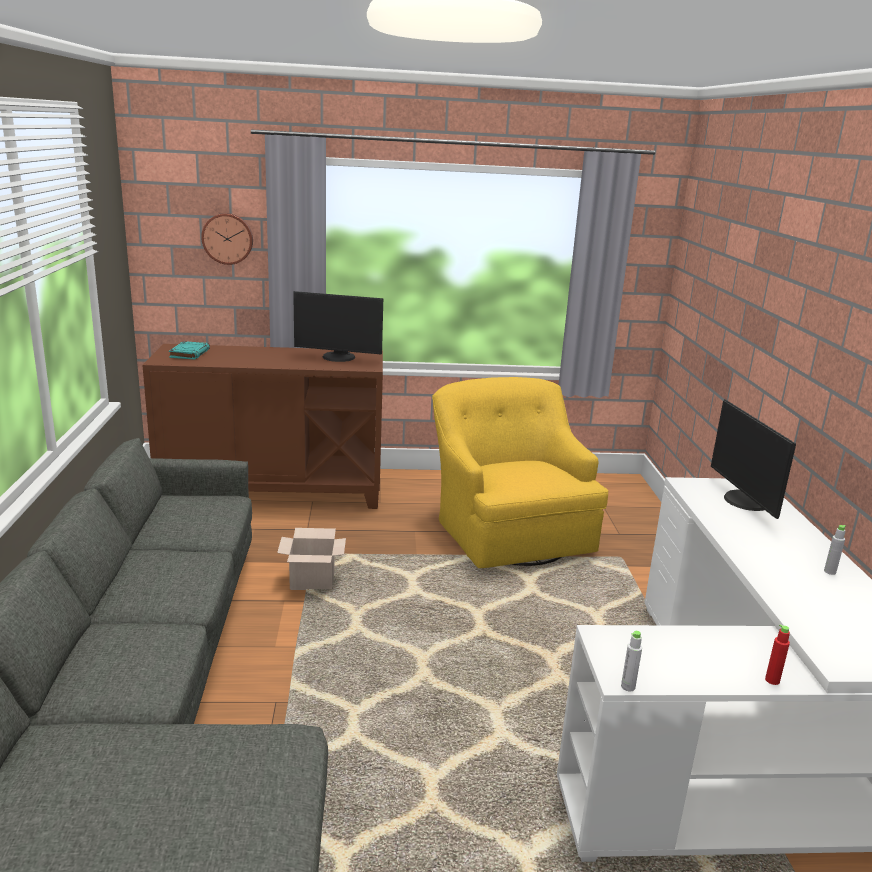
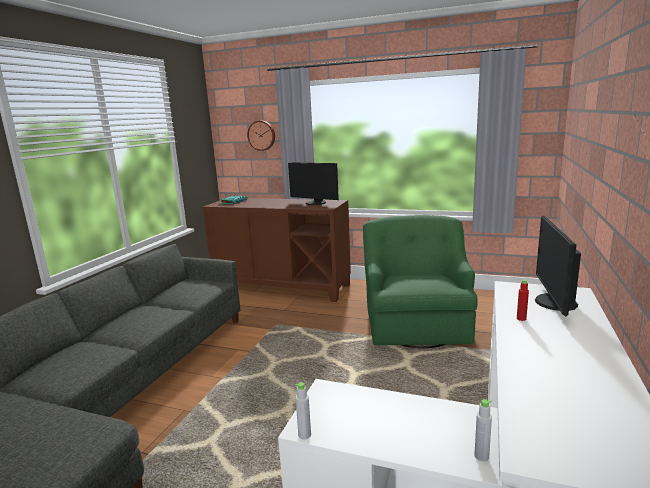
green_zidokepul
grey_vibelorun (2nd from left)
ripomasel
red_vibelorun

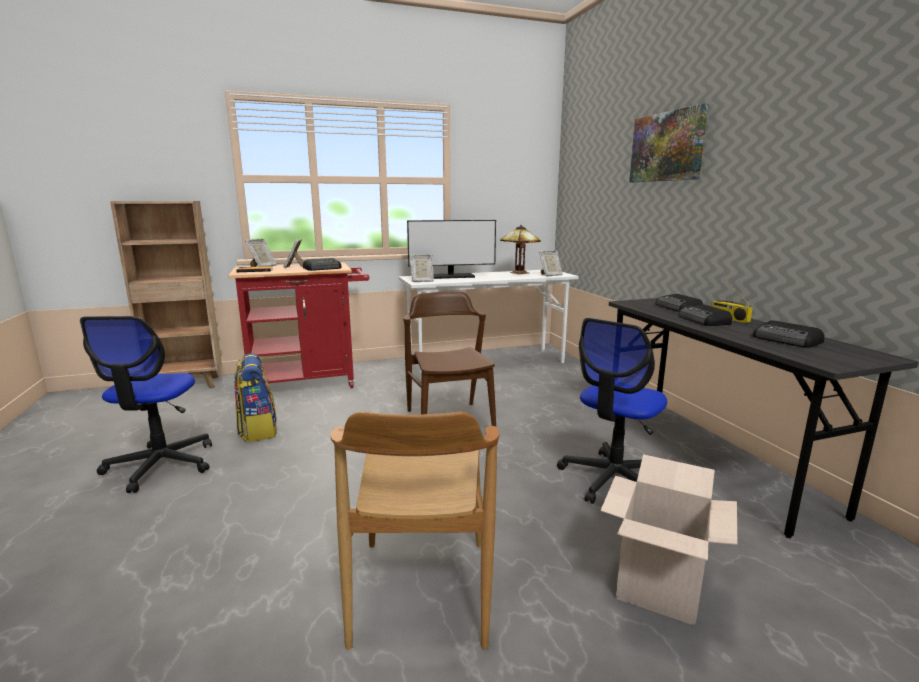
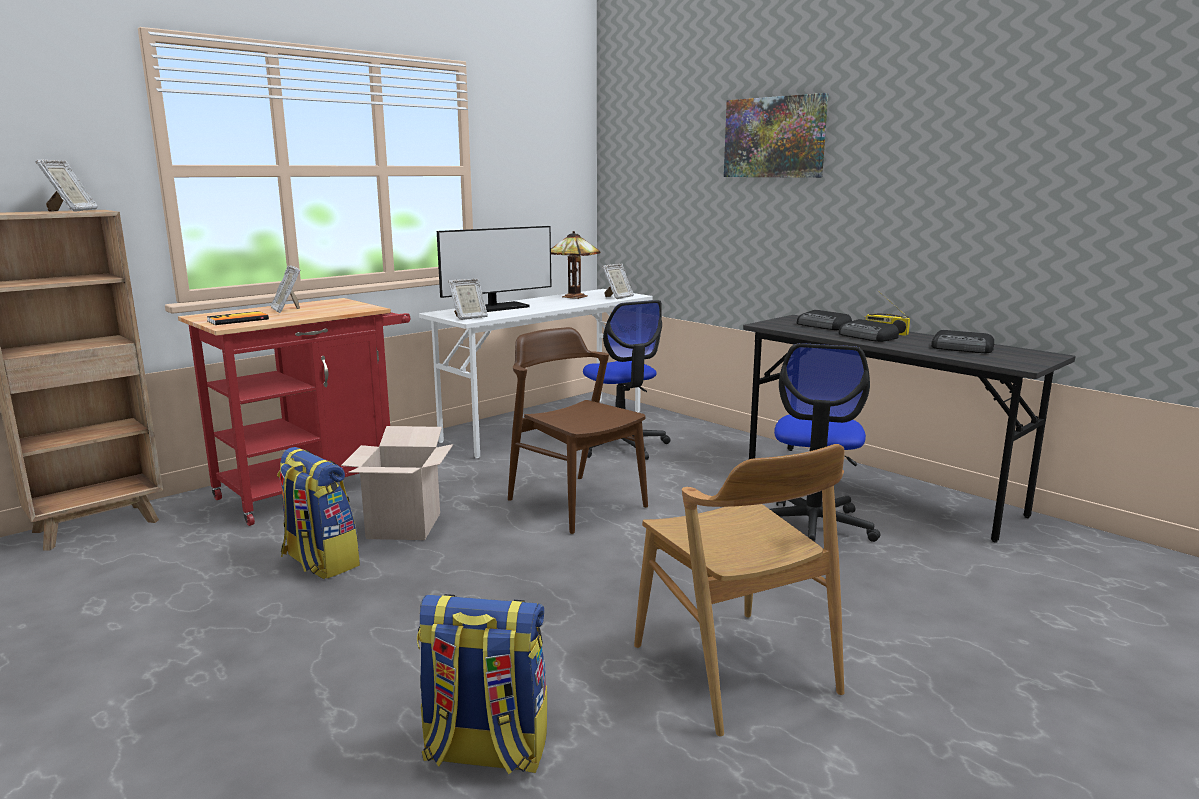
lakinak (1st from left)
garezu (1st from left in the first image)
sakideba (1st from left)
ripomasel
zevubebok (2nd from left)

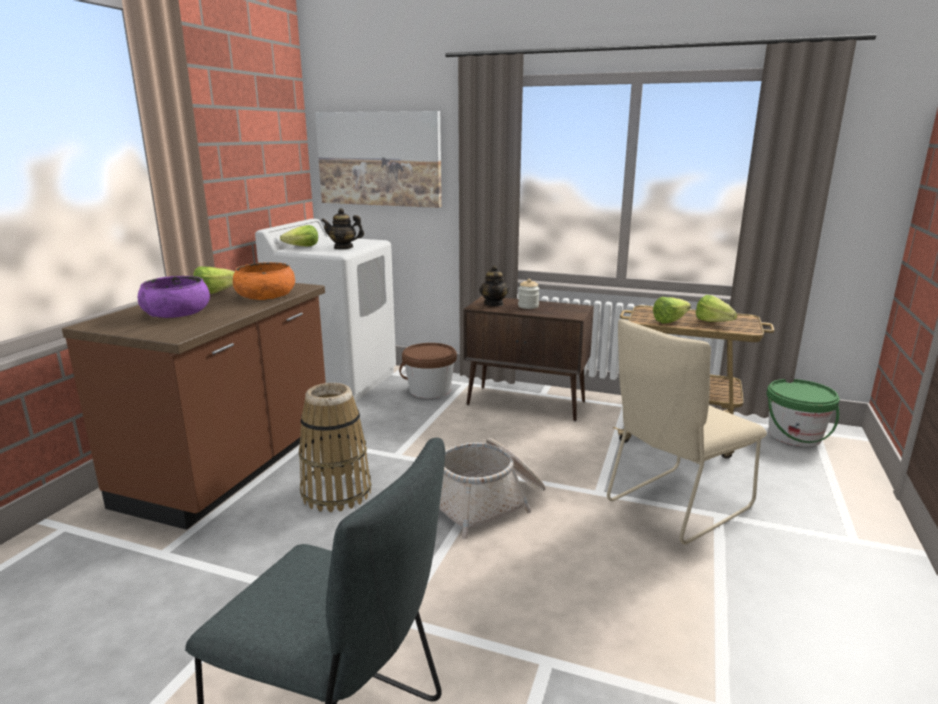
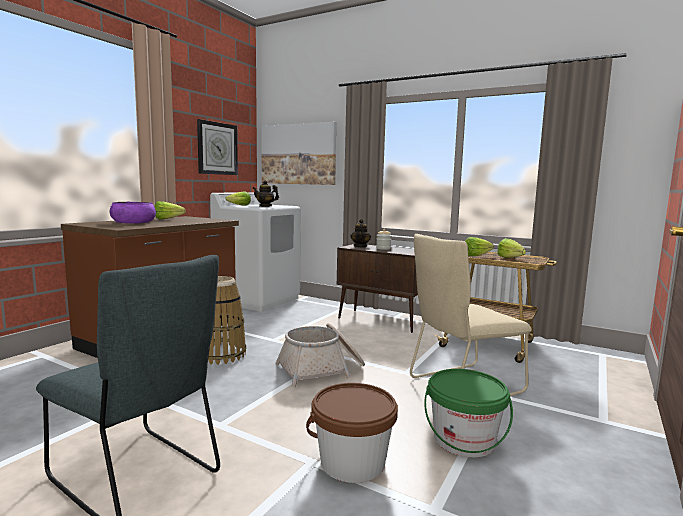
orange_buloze
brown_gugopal
green_gugopal
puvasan

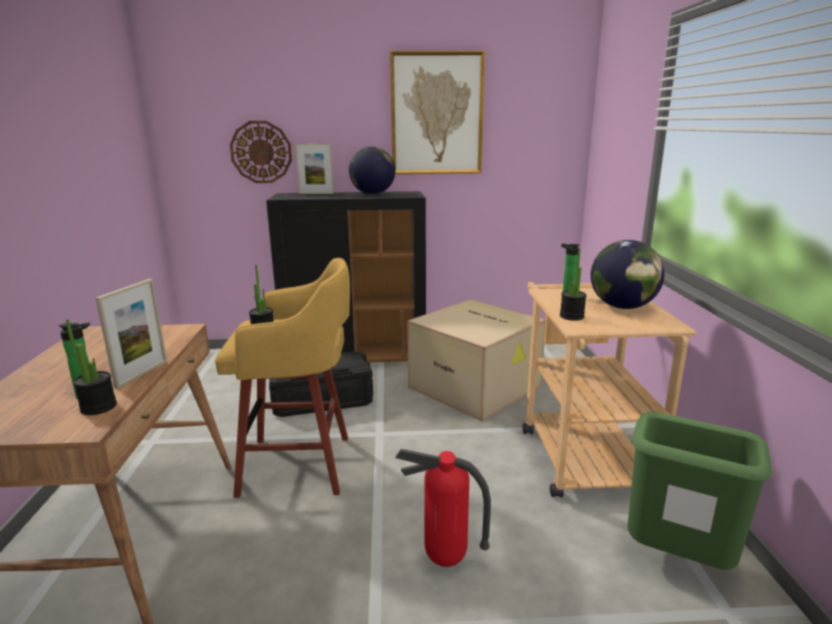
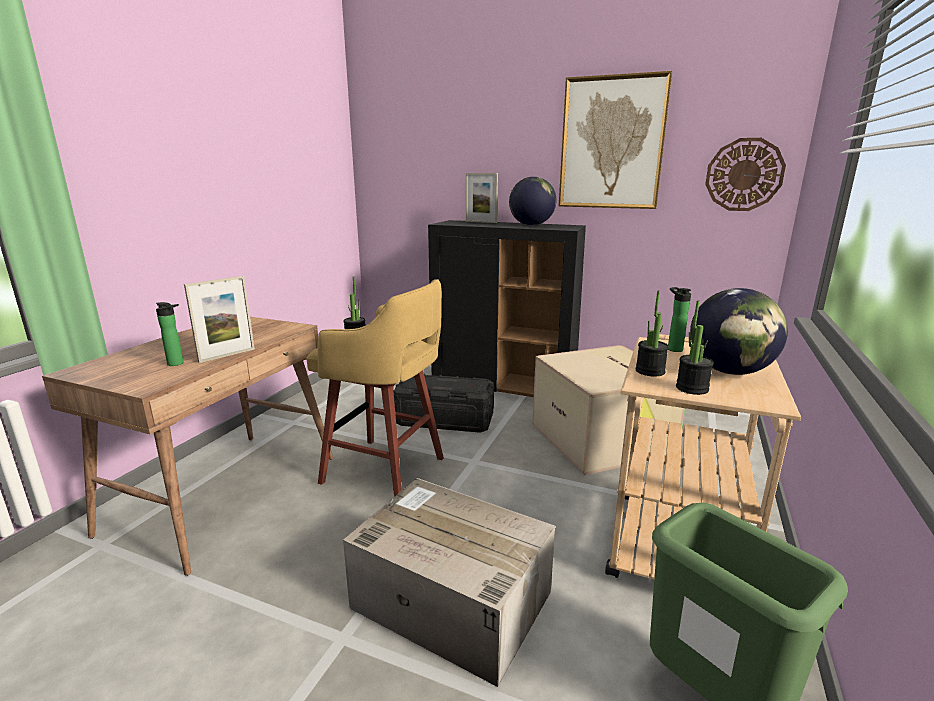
puvasan
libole (3rd from left)
ripomasel (1st from left)

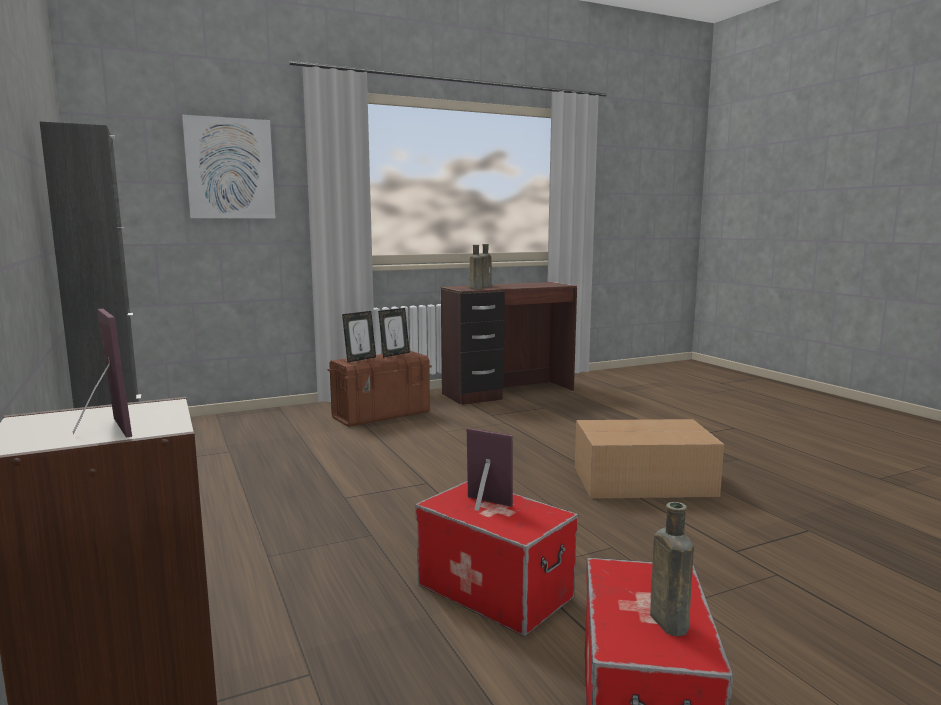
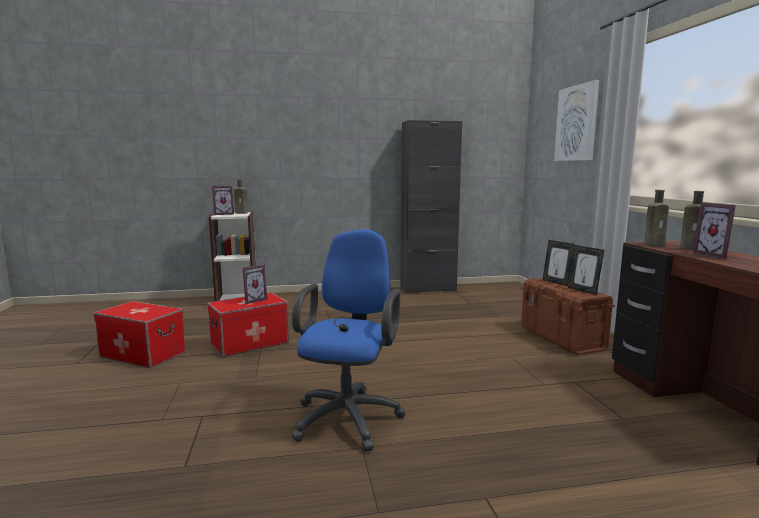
blue_sakideba
brown_vibelorun (1st from left)
lakinak (5th from left)

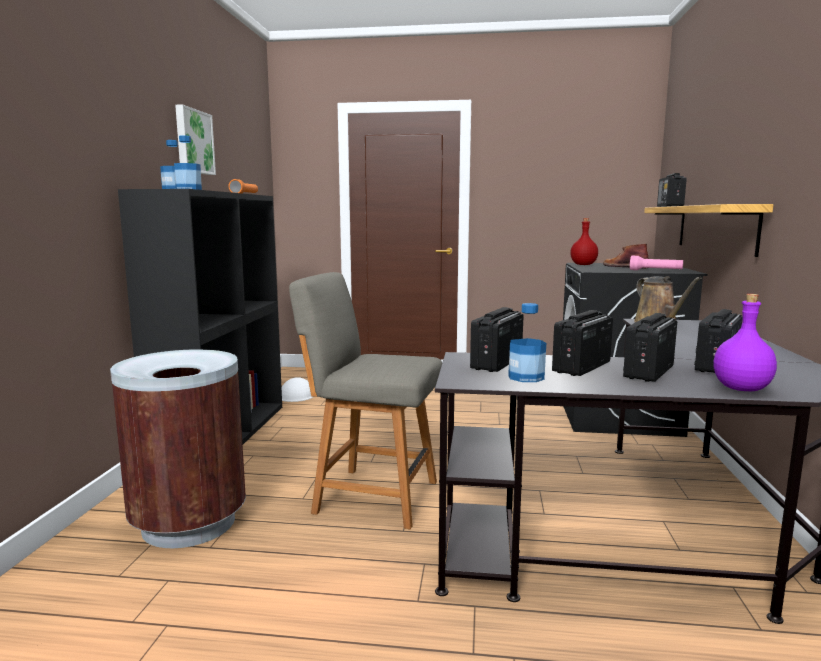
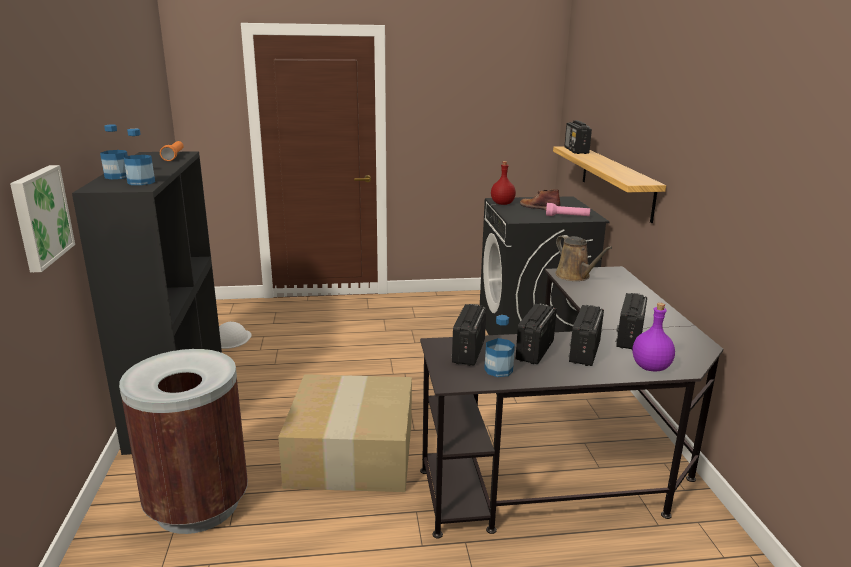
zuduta
ripomasel

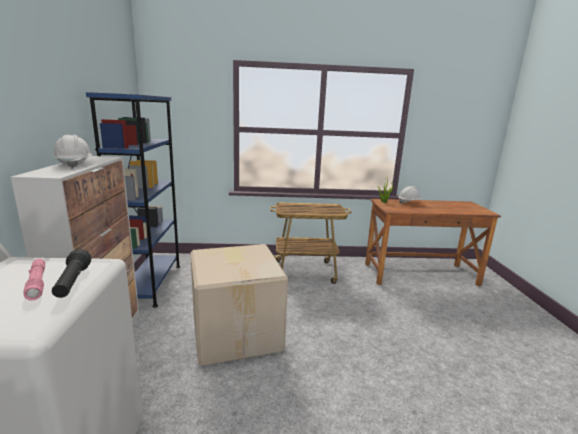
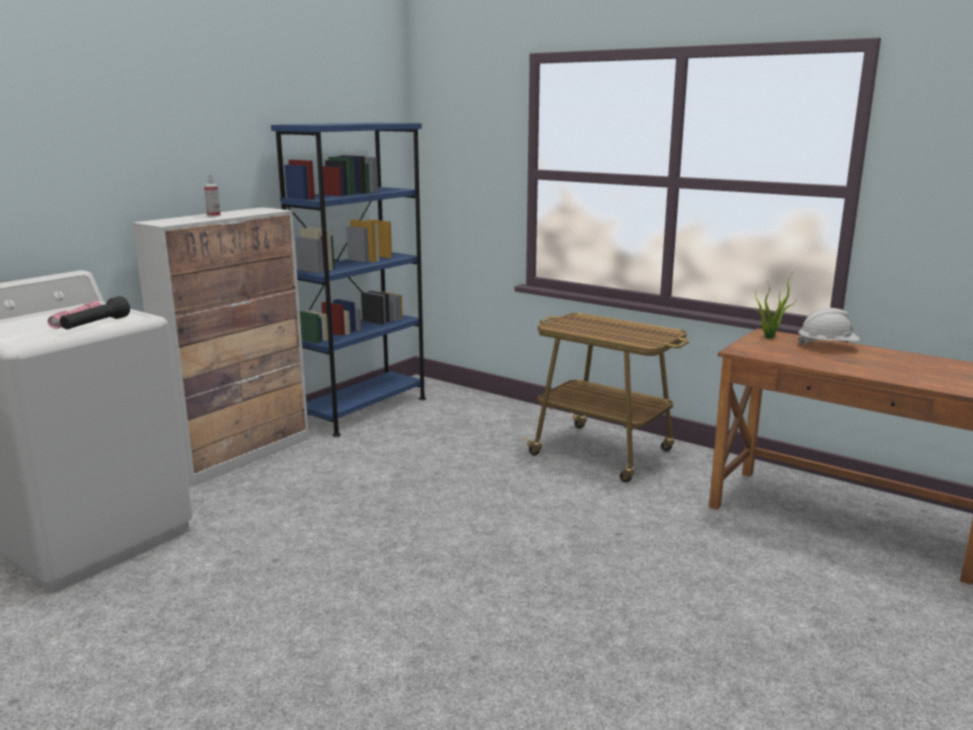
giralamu
ripomasel

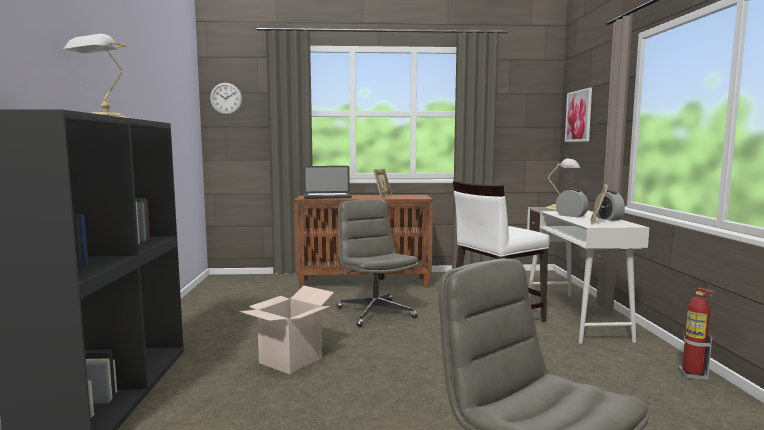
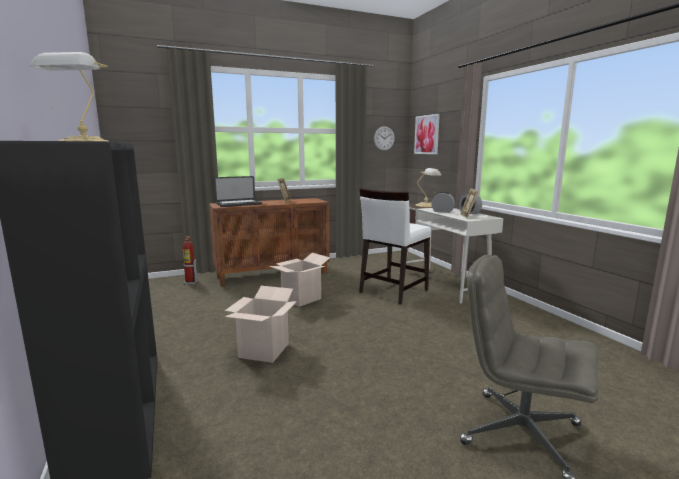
puvasan
ripomasel (2nd from left)
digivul

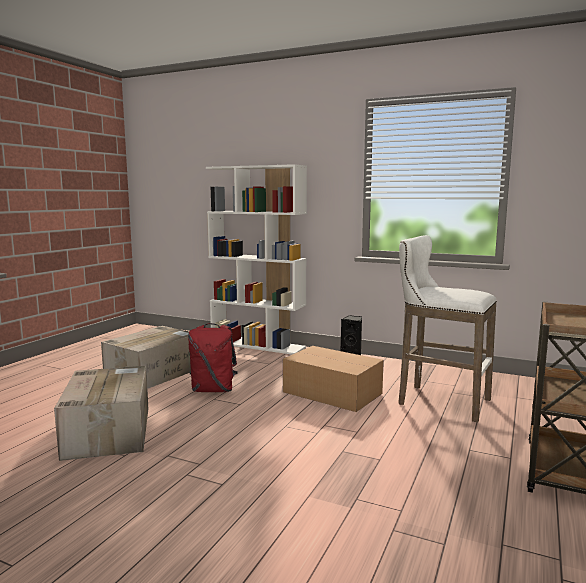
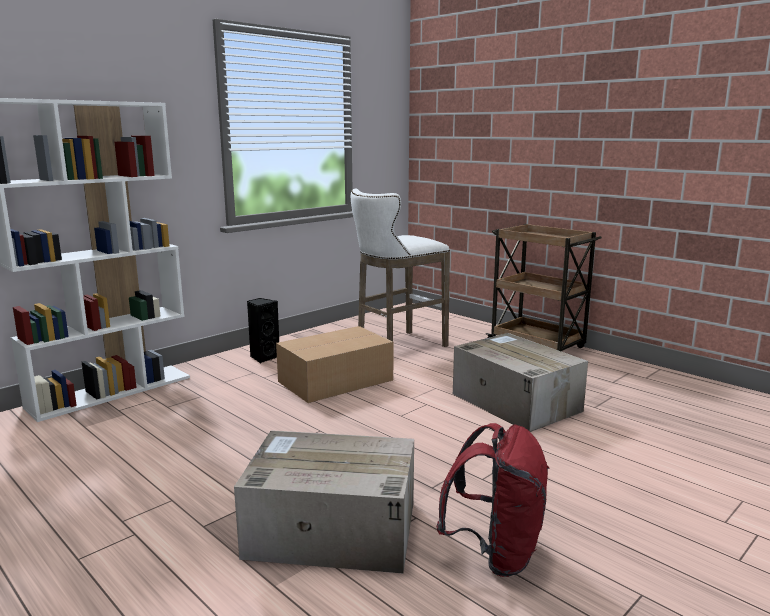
red_zevubebok
ripomasel (3rd from left)

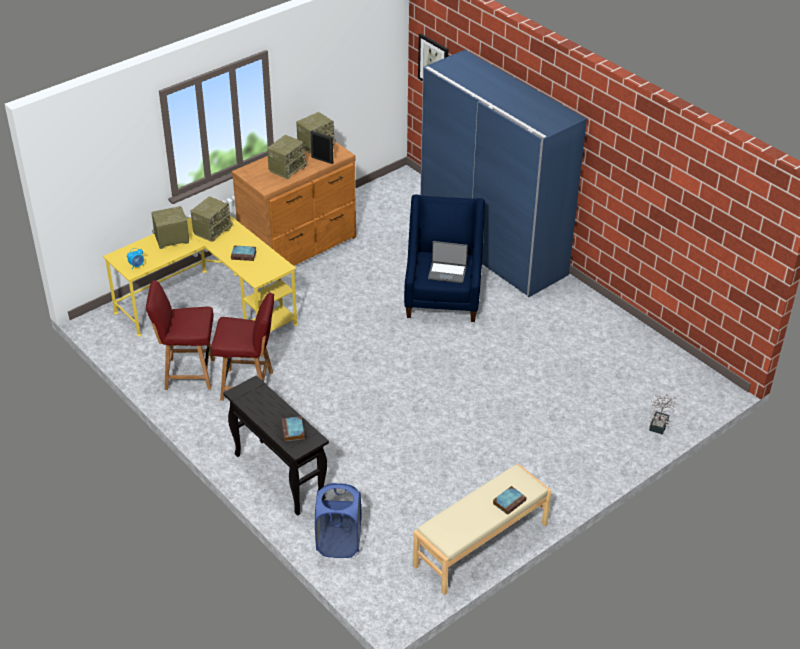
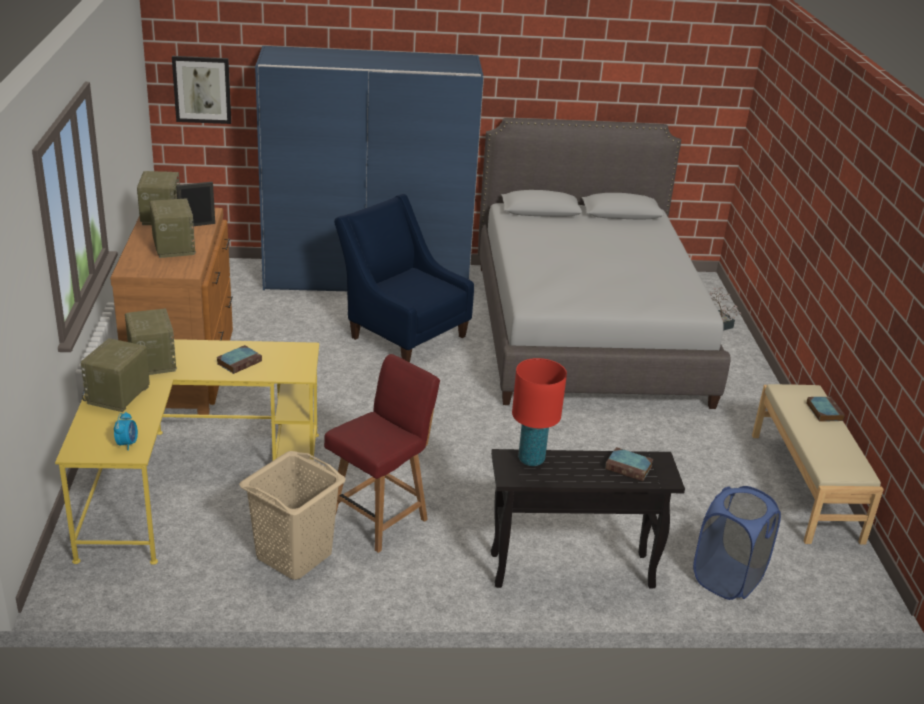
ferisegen
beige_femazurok
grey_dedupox
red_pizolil

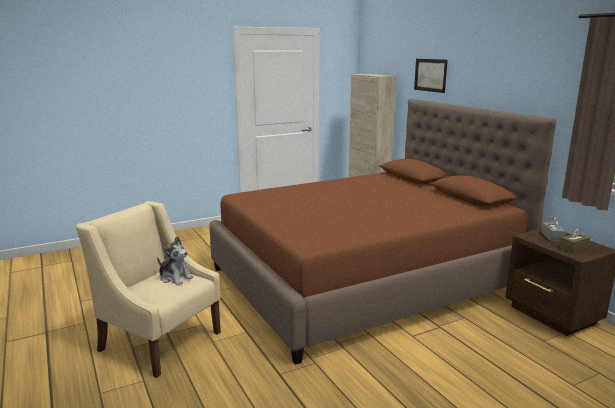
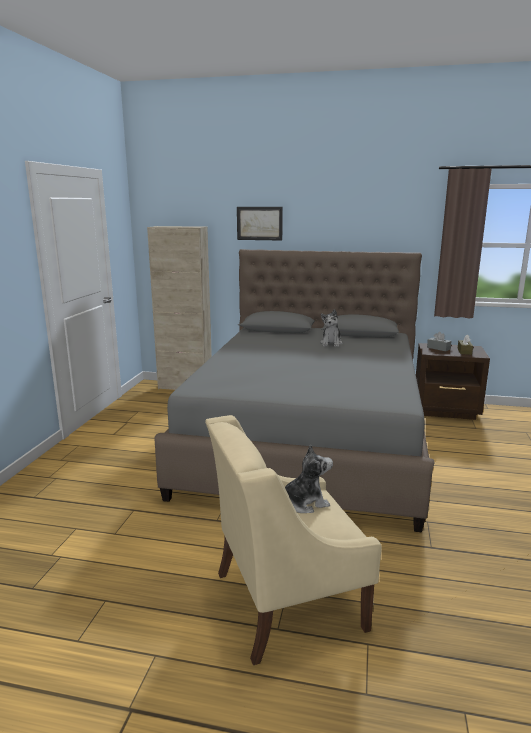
grey_dedupox
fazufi (2nd from left)

